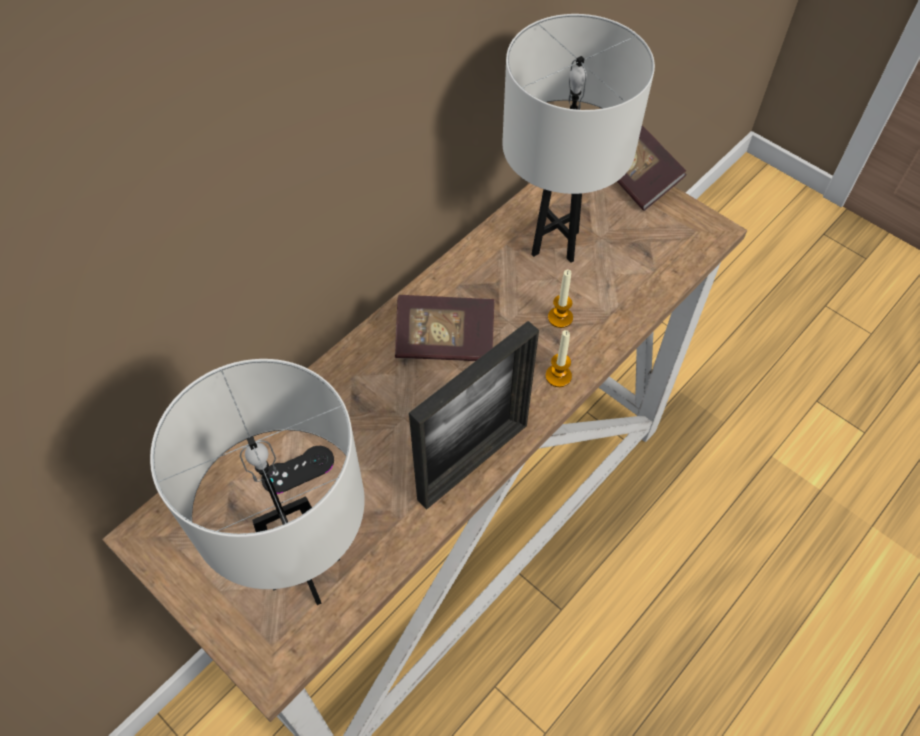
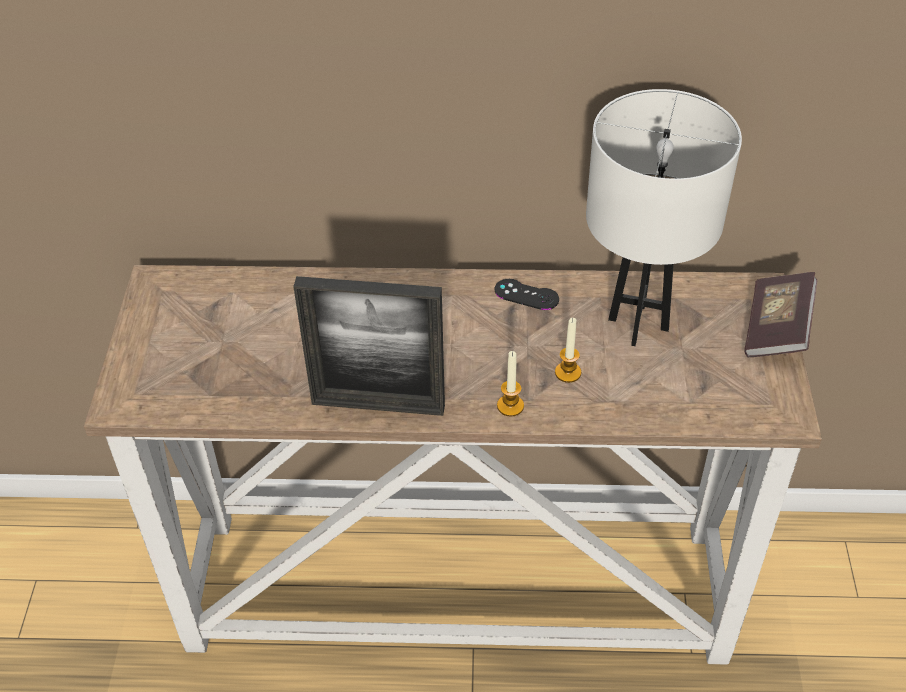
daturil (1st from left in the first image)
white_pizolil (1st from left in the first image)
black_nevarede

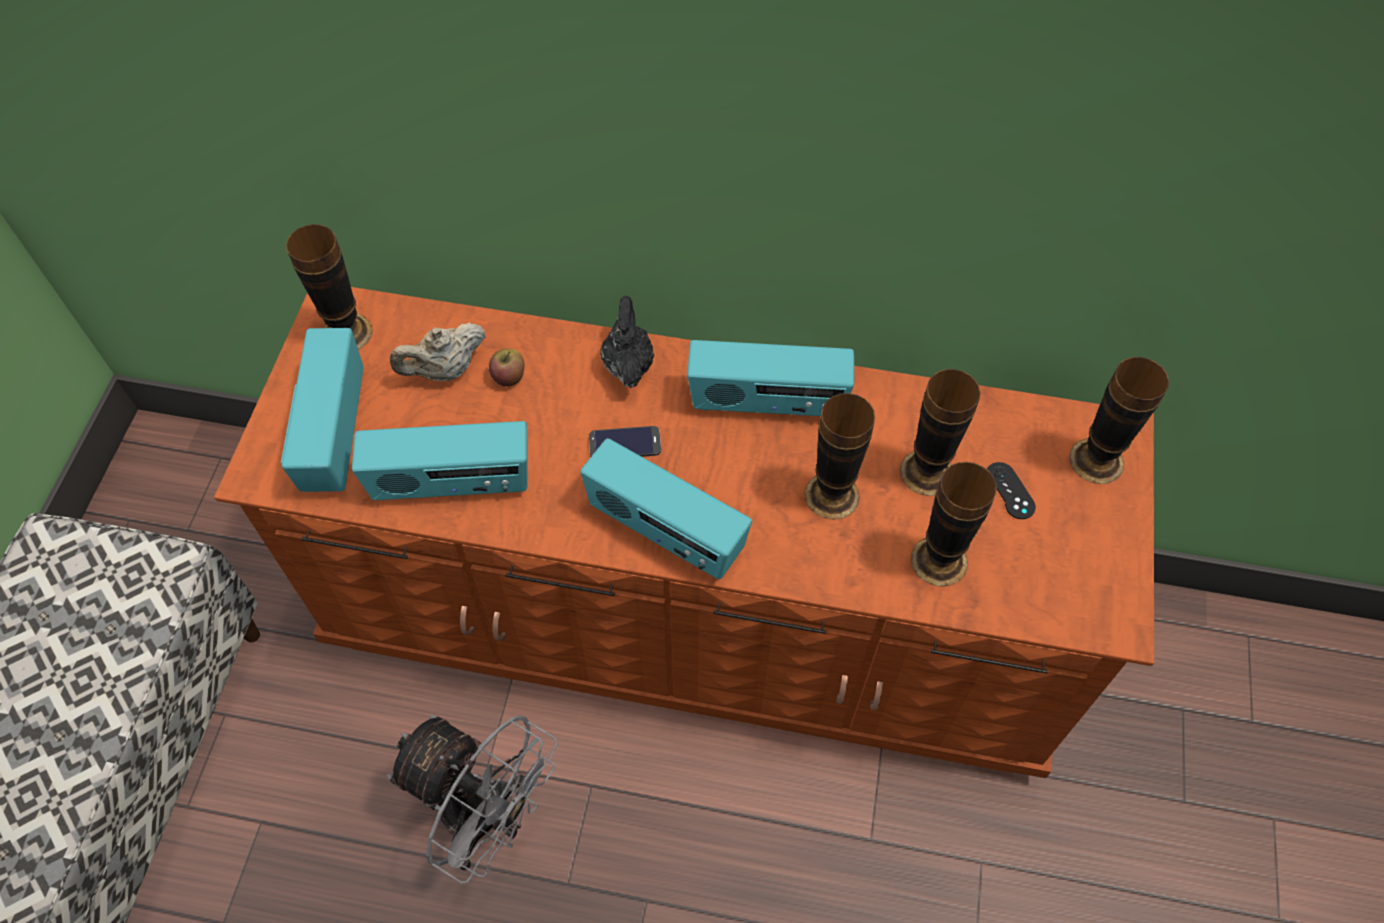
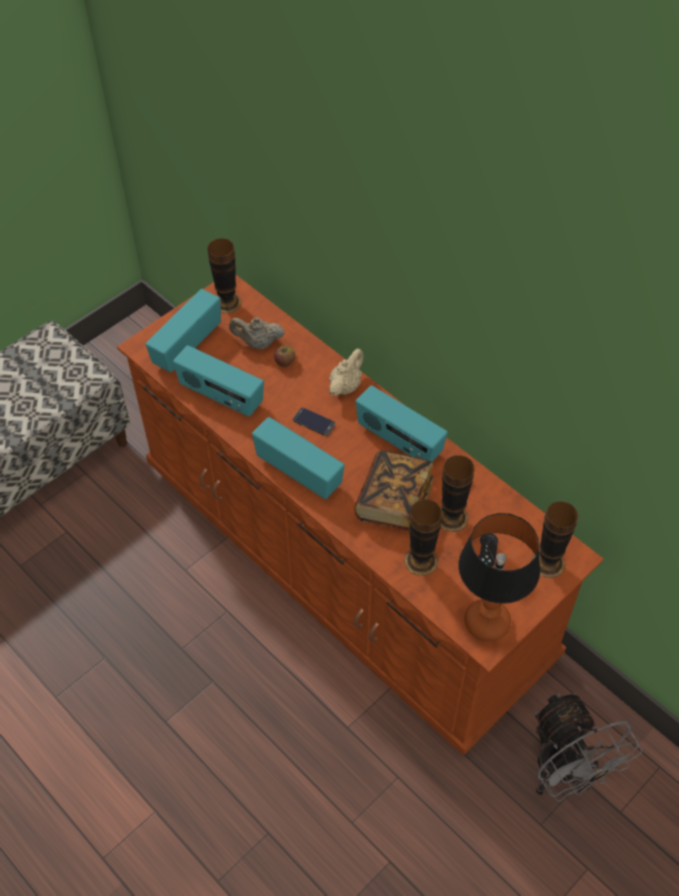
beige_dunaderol (2nd from left)
daturil
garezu (3rd from left)
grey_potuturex
pizolil

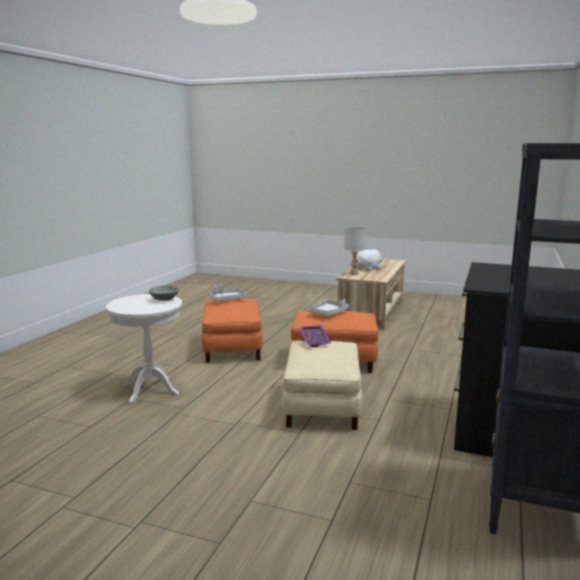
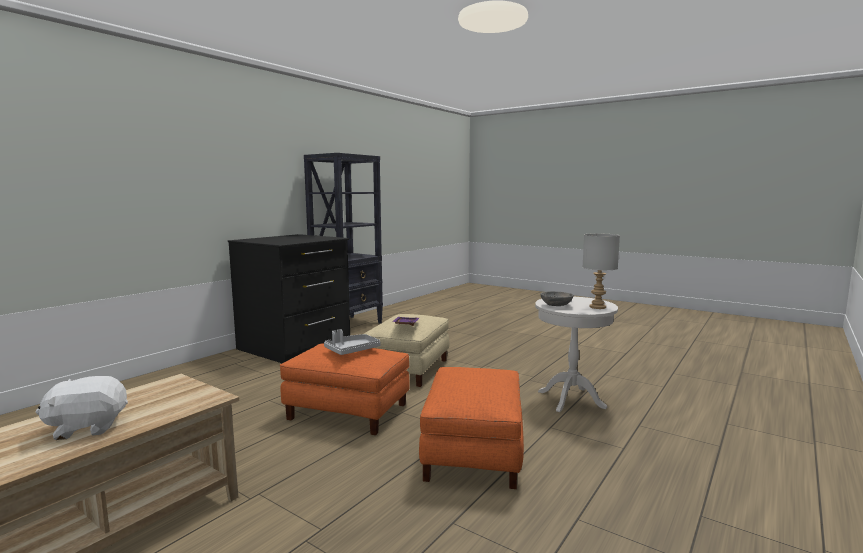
grey_pizolil
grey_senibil (1st from left in the first image)

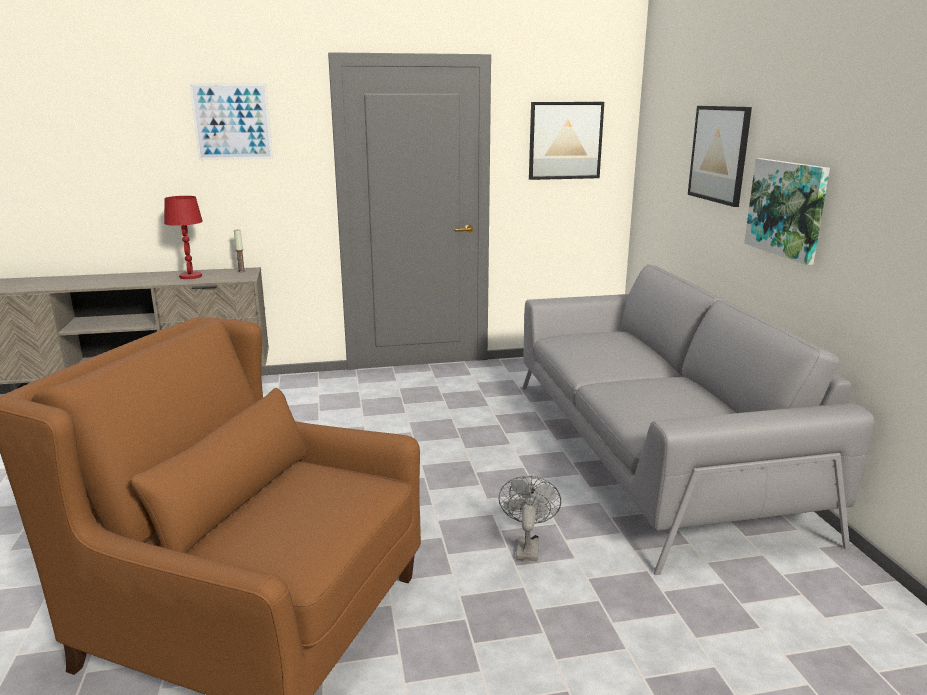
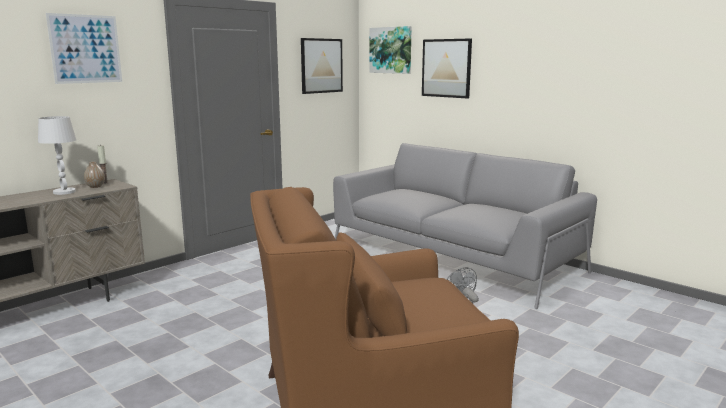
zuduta (3rd from left)
white_pizolil
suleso

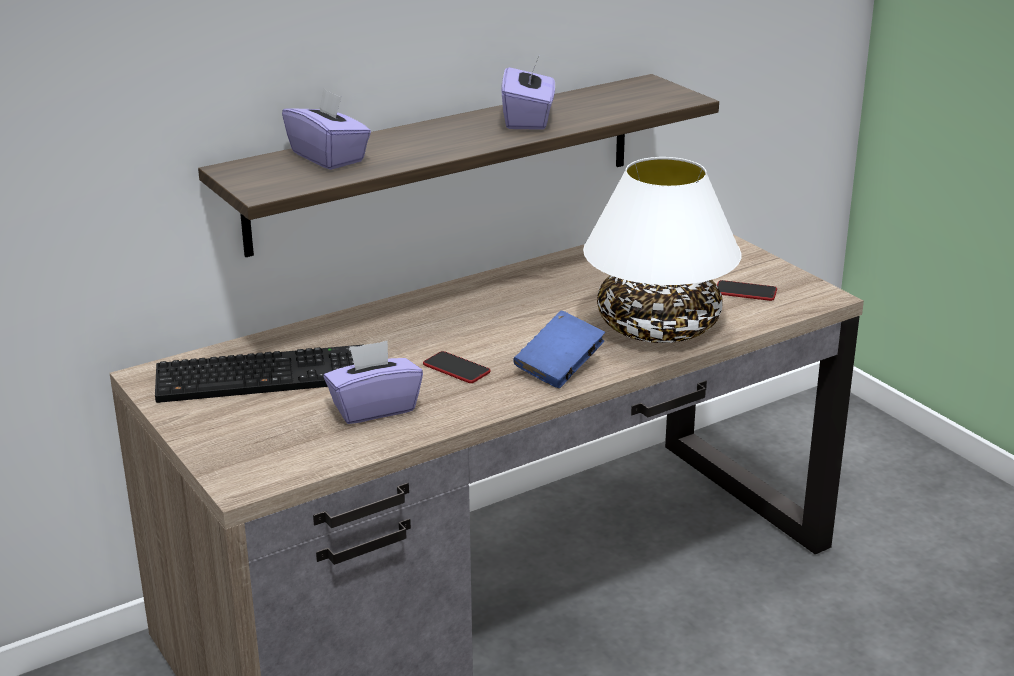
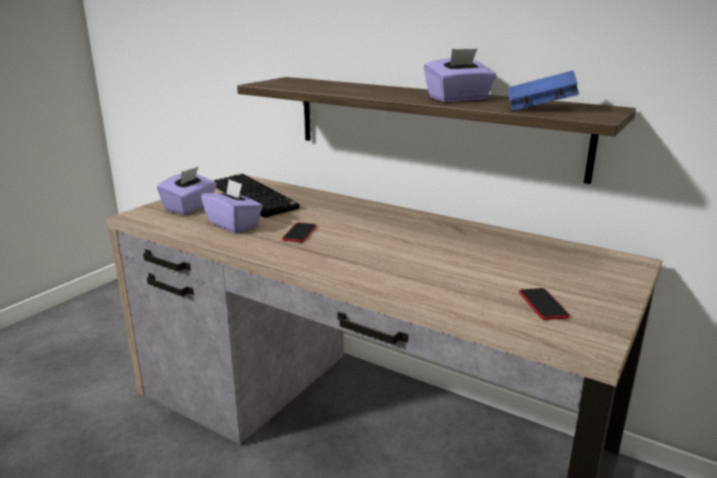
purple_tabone (1st from left)
white_pizolil
blue_daturil

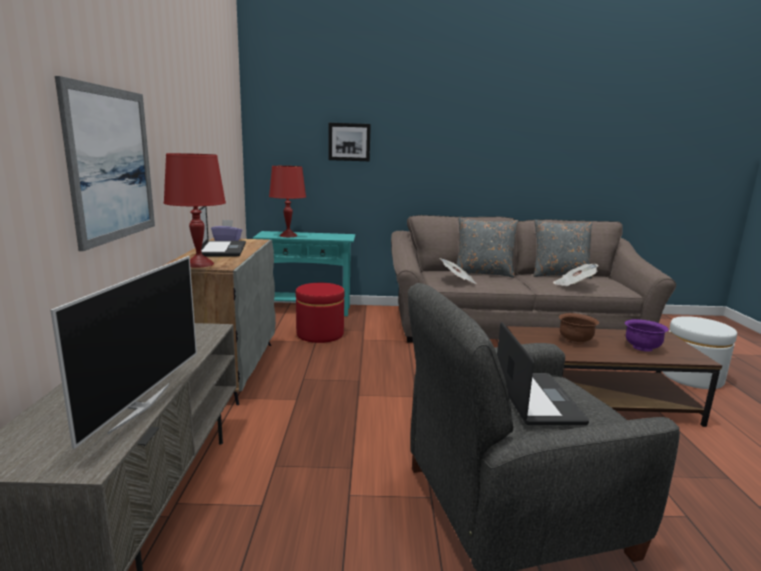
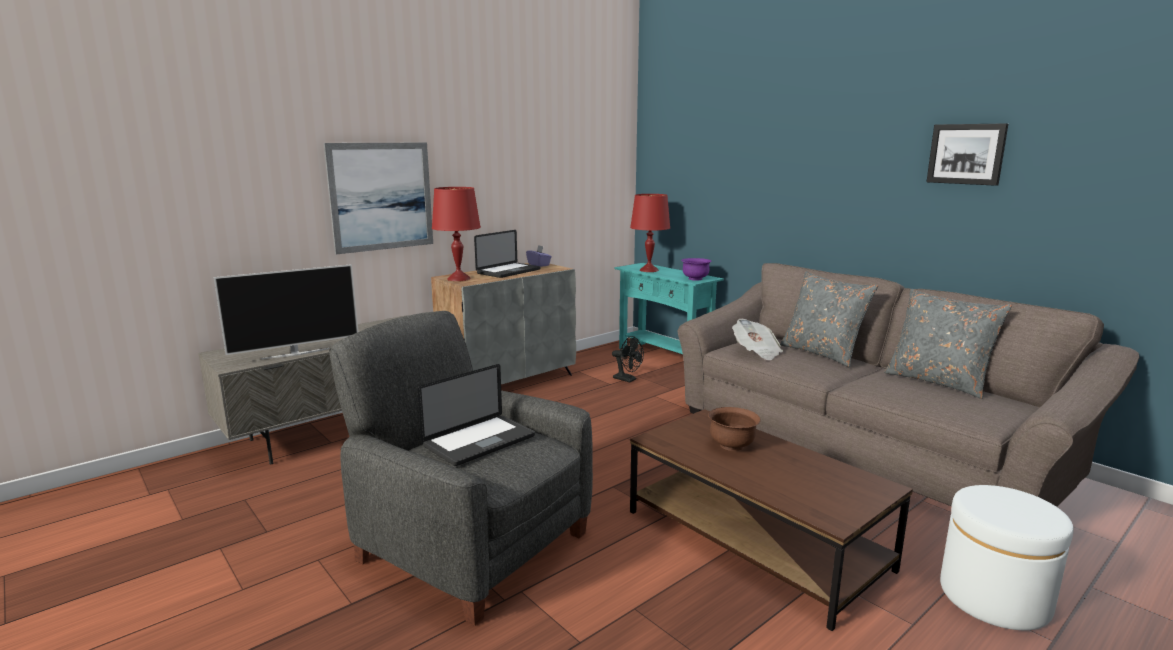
zuduta (2nd from left)
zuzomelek (2nd from left in the first image)
black_potuturex
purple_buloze

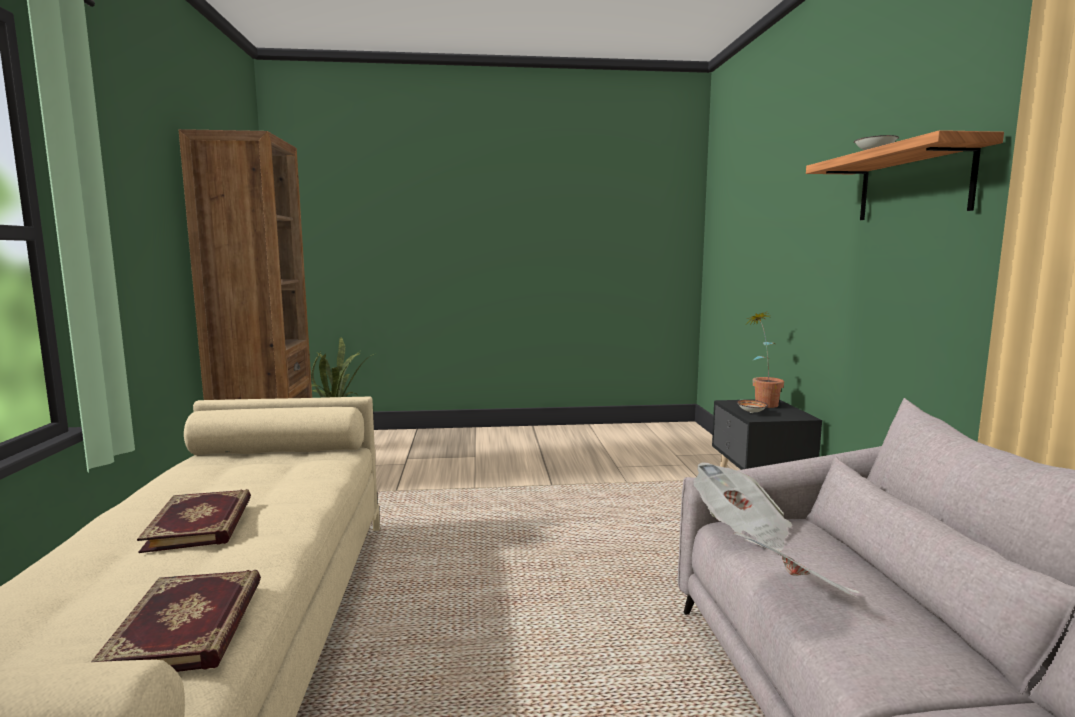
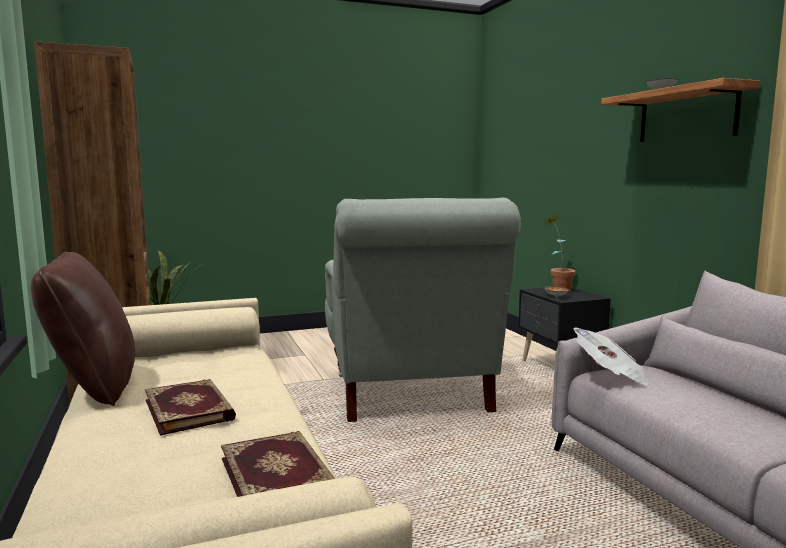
zuzomelek (2nd from left in the first image)
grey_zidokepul
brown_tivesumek

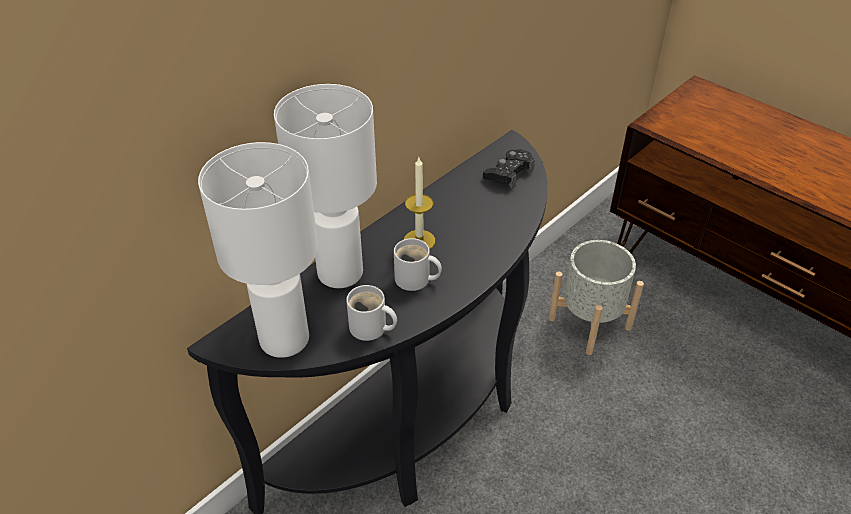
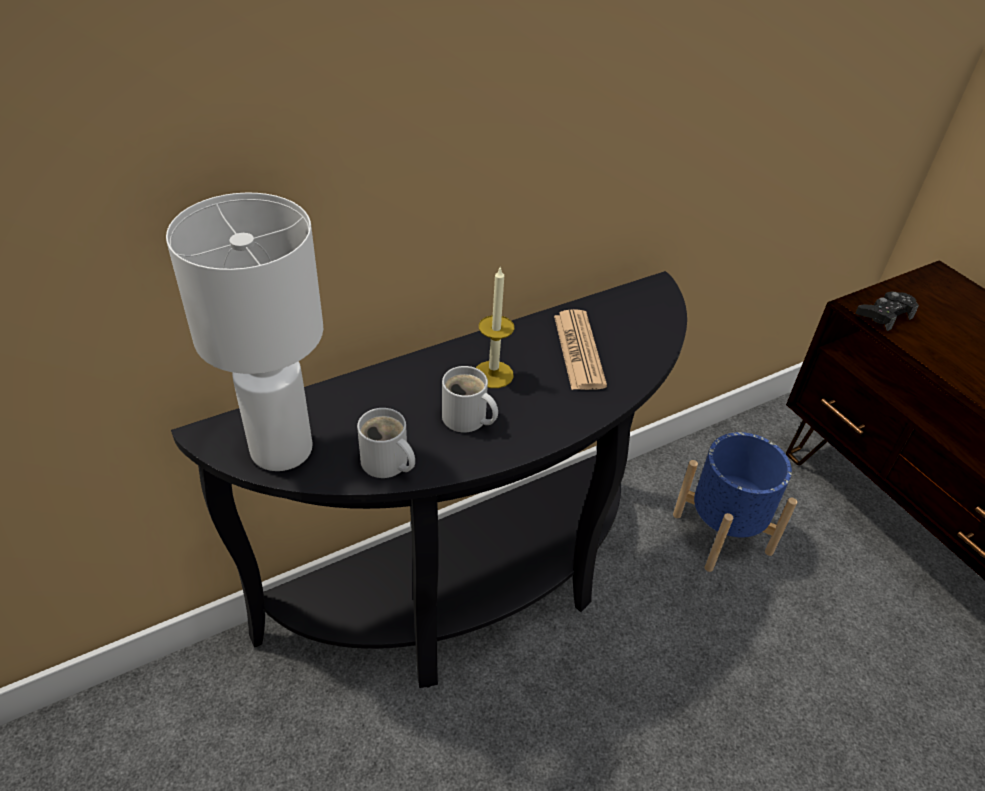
white_pizolil (2nd from left in the first image)
black_nevarede
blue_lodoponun
zuzomelek

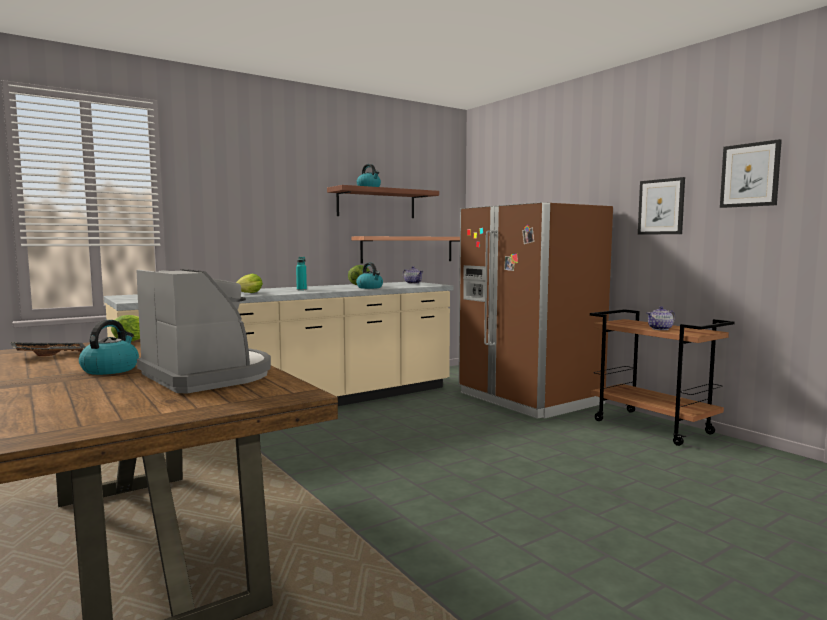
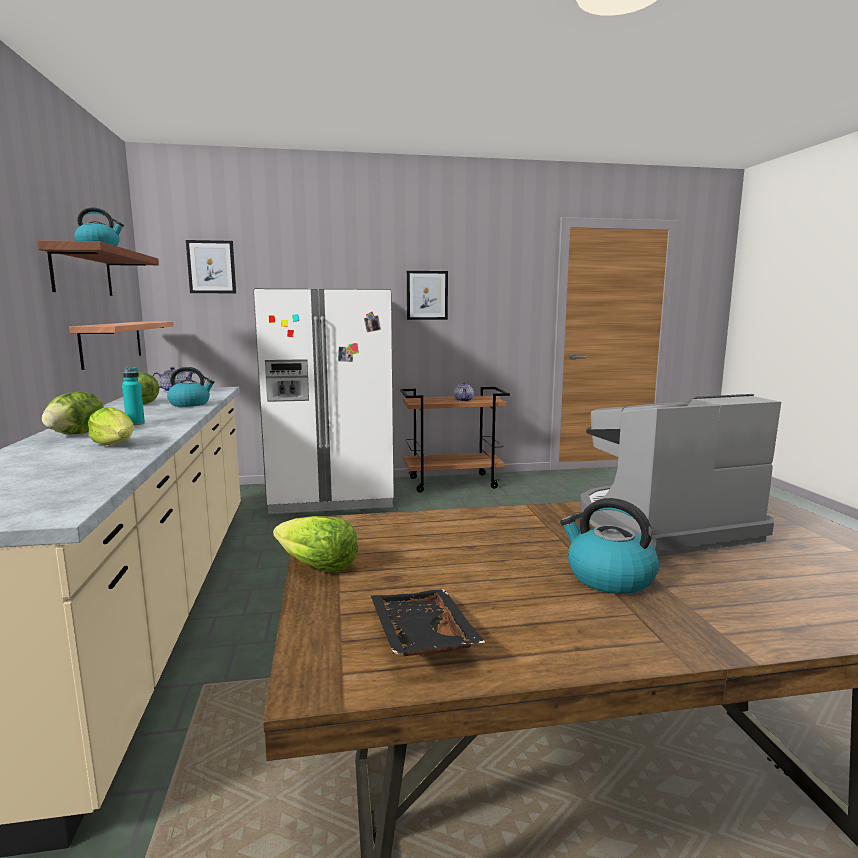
zuduta (1st from left)
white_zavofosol
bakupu (1st from left)

